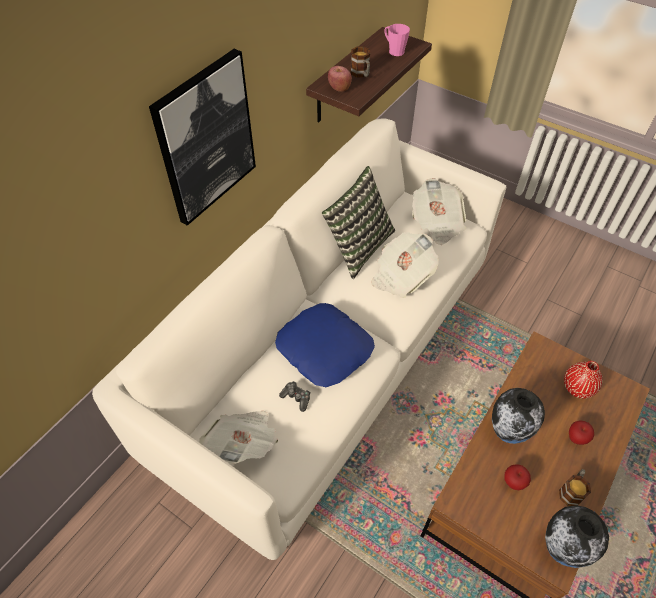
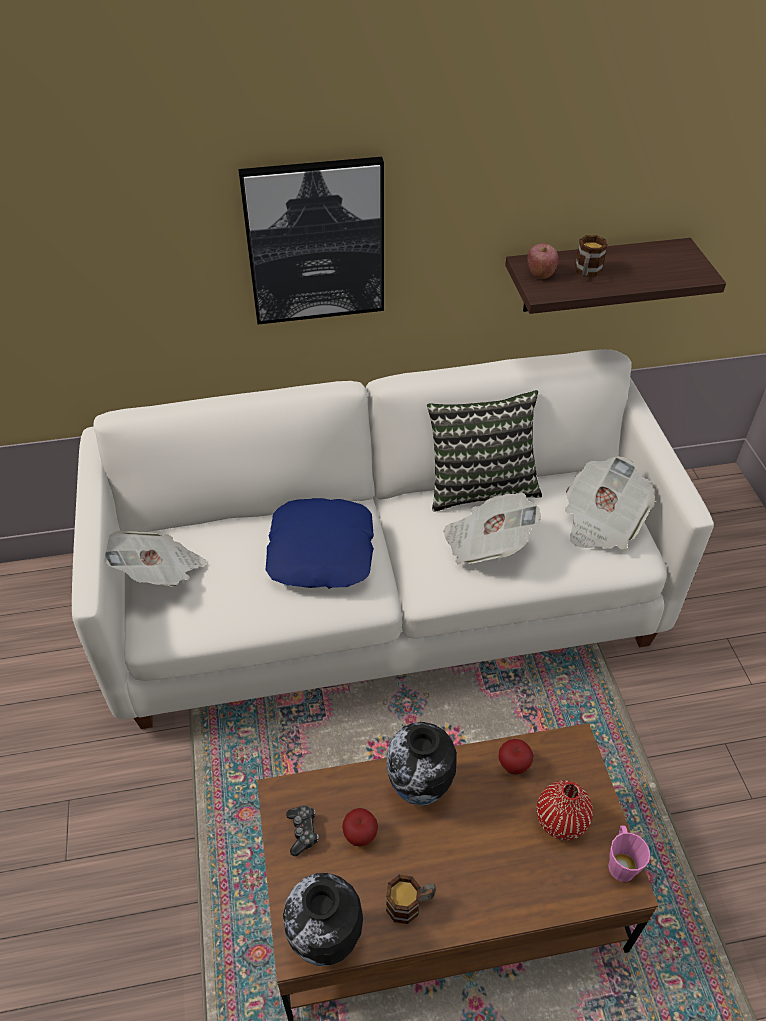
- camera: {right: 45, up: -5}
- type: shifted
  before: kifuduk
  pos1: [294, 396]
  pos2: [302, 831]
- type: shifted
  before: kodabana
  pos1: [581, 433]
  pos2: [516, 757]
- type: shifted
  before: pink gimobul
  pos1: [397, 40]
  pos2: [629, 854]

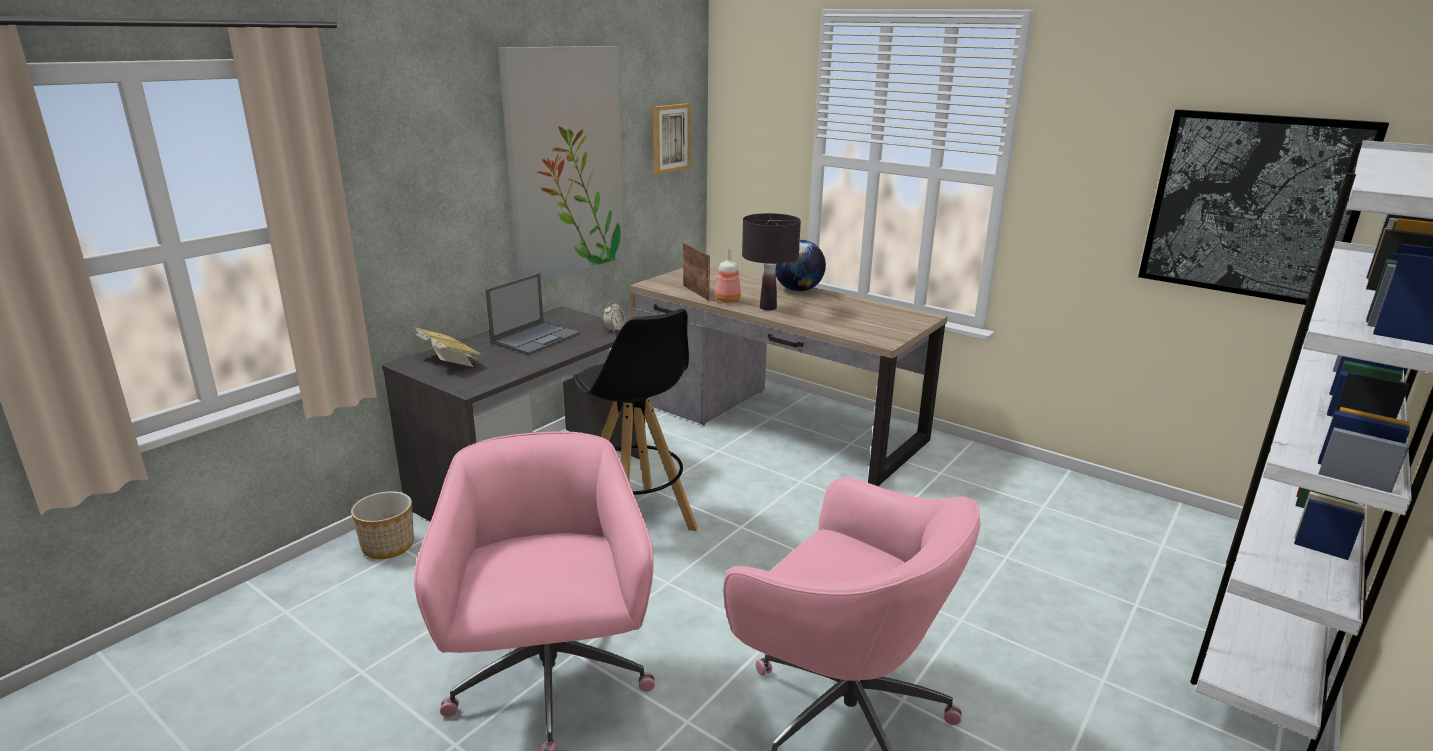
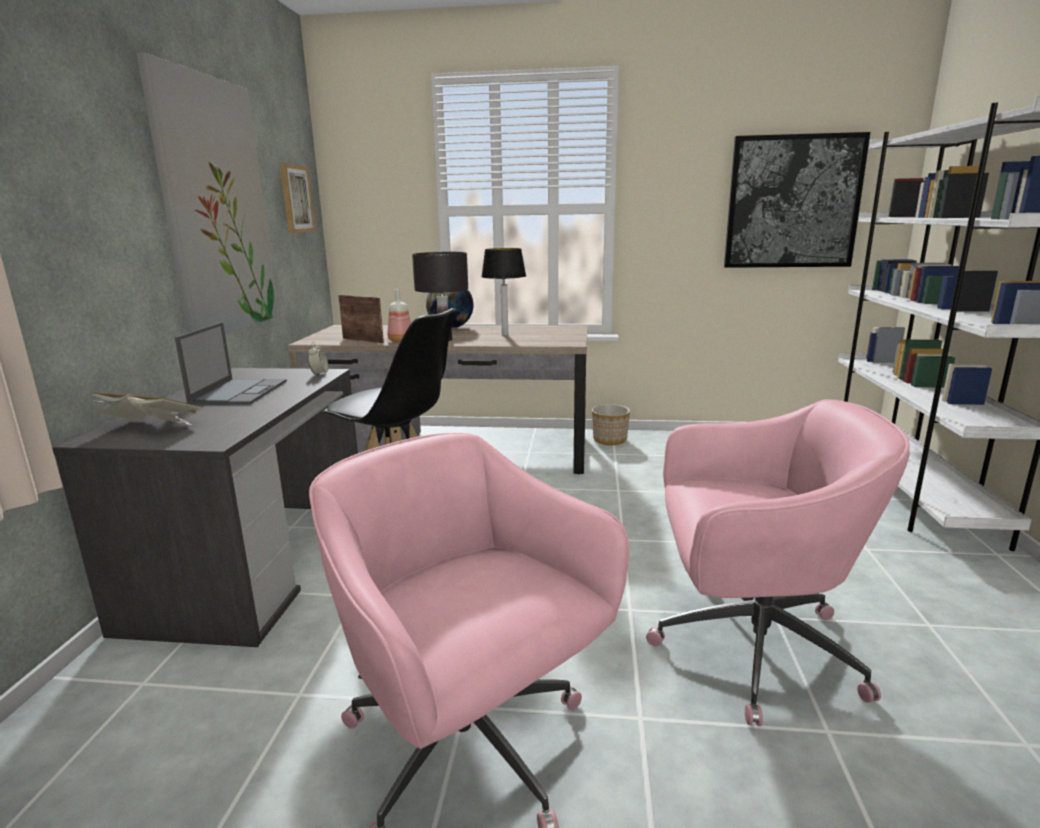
- camera: {right: -30, up: -5}
- type: new
  after: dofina
  pos2: [503, 292]
- type: shifted
  before: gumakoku
  pos1: [382, 525]
  pos2: [611, 424]

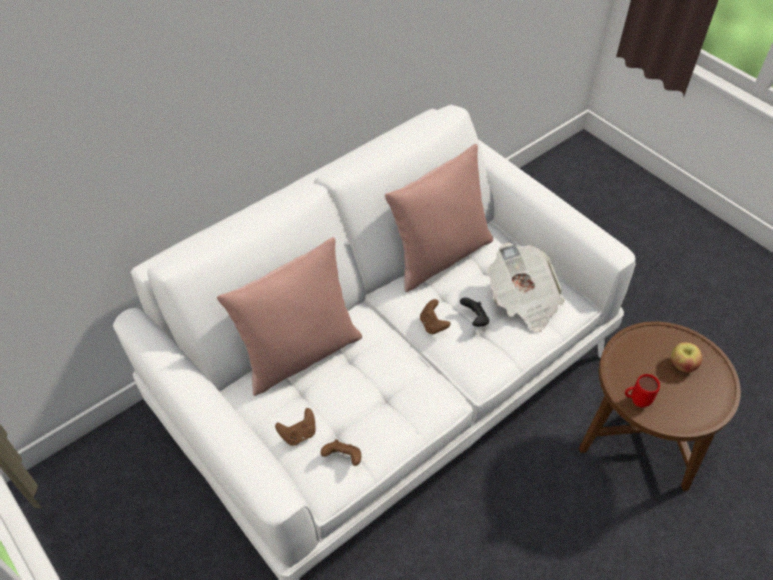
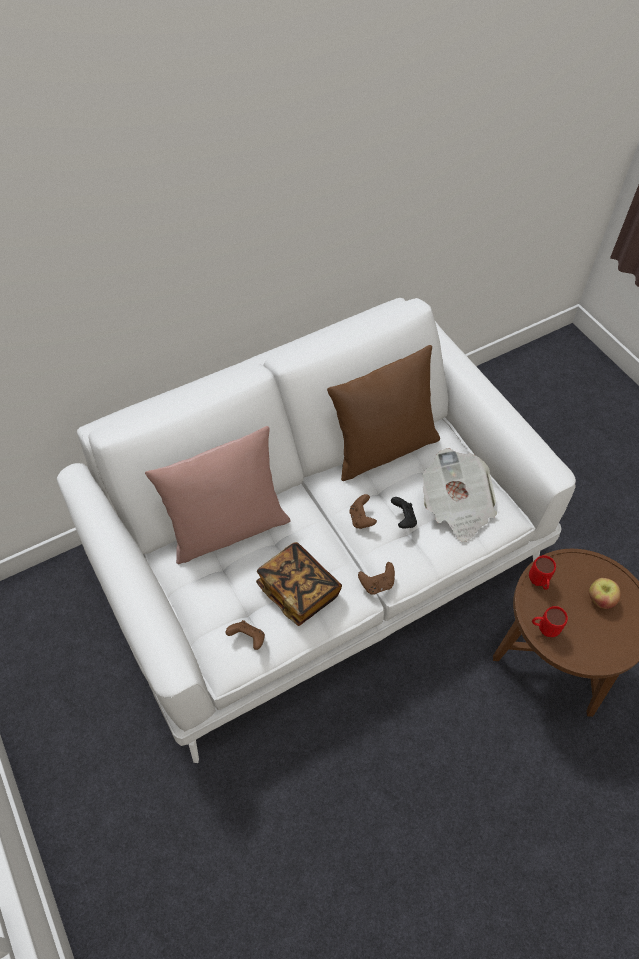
- camera: {right: 10, up: 5}
- type: new
  after: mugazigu
  pos2: [299, 584]
- type: repainted
  before: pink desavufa
  after: brown desavufa
  pos1: [439, 218]
  pos2: [383, 413]
- type: shifted
  before: brown kifuduk
  pos1: [295, 427]
  pos2: [376, 578]
- type: new
  after: red gimobul
  pos2: [542, 572]

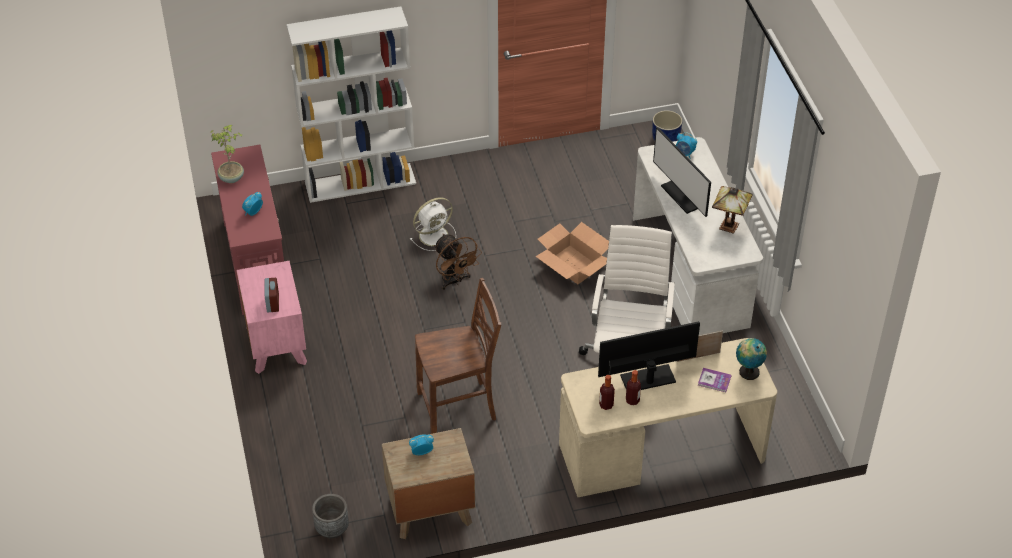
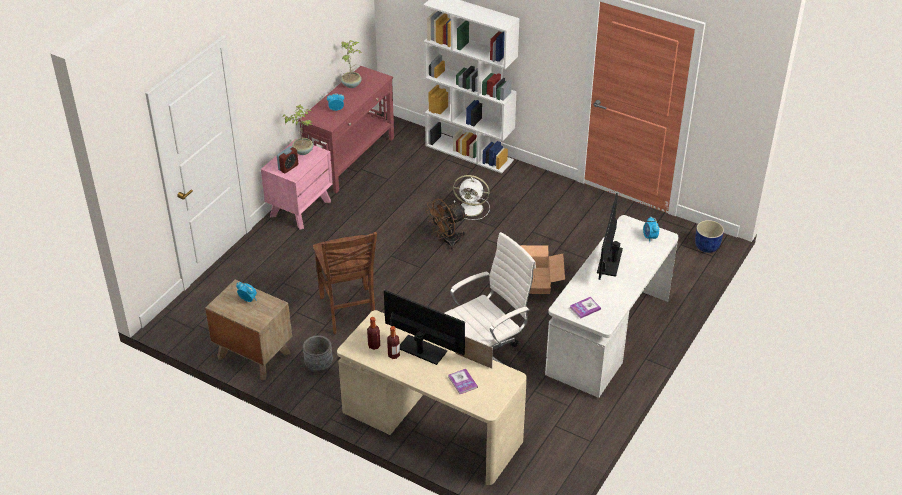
- camera: {right: 45, up: -5}
- type: new
  after: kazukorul
  pos2: [297, 129]
- type: shifted
  before: grey gumakoku
  pos1: [330, 516]
  pos2: [318, 354]
- type: rotated
  before: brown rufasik
  pos1: [458, 356]
  pos2: [345, 283]
  turn: 45
- type: rotated
  before: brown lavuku
  pos1: [458, 262]
  pos2: [446, 224]
  turn: 45
- type: new
  after: mugazigu
  pos2: [585, 308]
- type: gone
  before: dofina
  pos1: [732, 210]
- type: gone
  before: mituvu
  pos1: [751, 359]

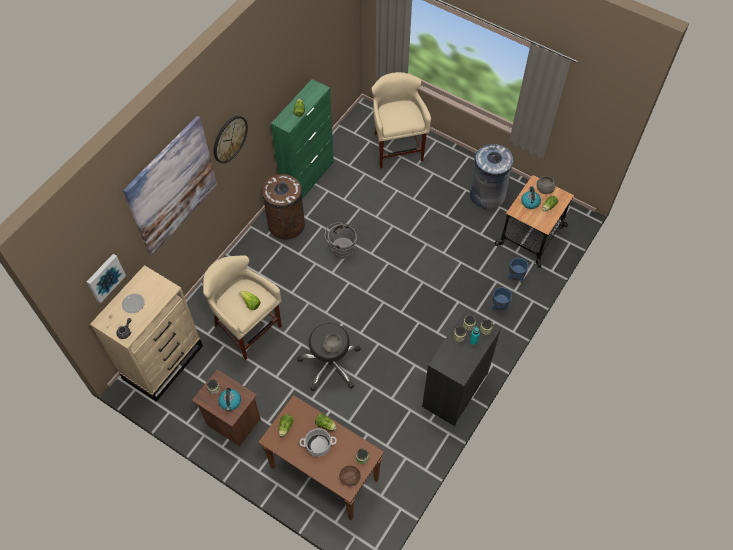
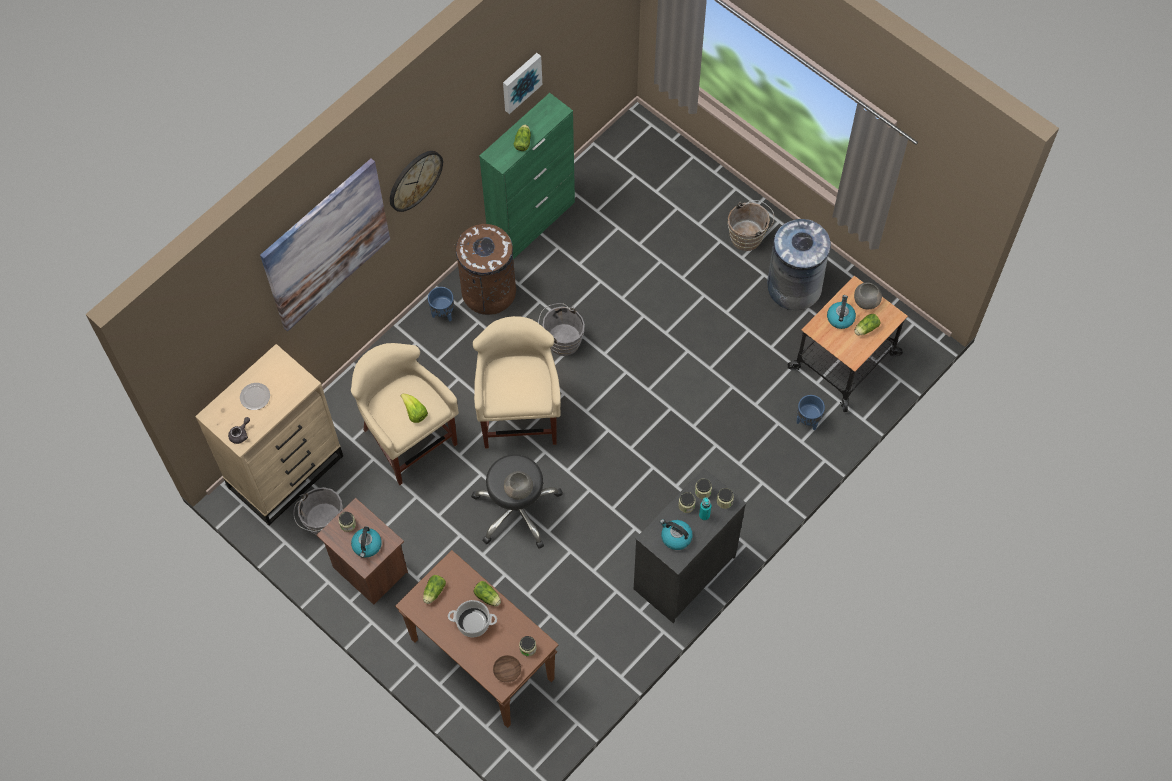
- camera: {right: 10, up: 5}
- type: new
  after: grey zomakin
  pos2: [318, 511]
- type: shifted
  before: blue gumakoku
  pos1: [502, 299]
  pos2: [441, 304]
- type: shifted
  before: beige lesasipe
  pos1: [401, 120]
  pos2: [517, 382]
- type: shifted
  before: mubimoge
  pos1: [106, 278]
  pos2: [522, 83]
- type: new
  after: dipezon
  pos2: [676, 534]
- type: new
  after: brown zomakin
  pos2: [751, 225]

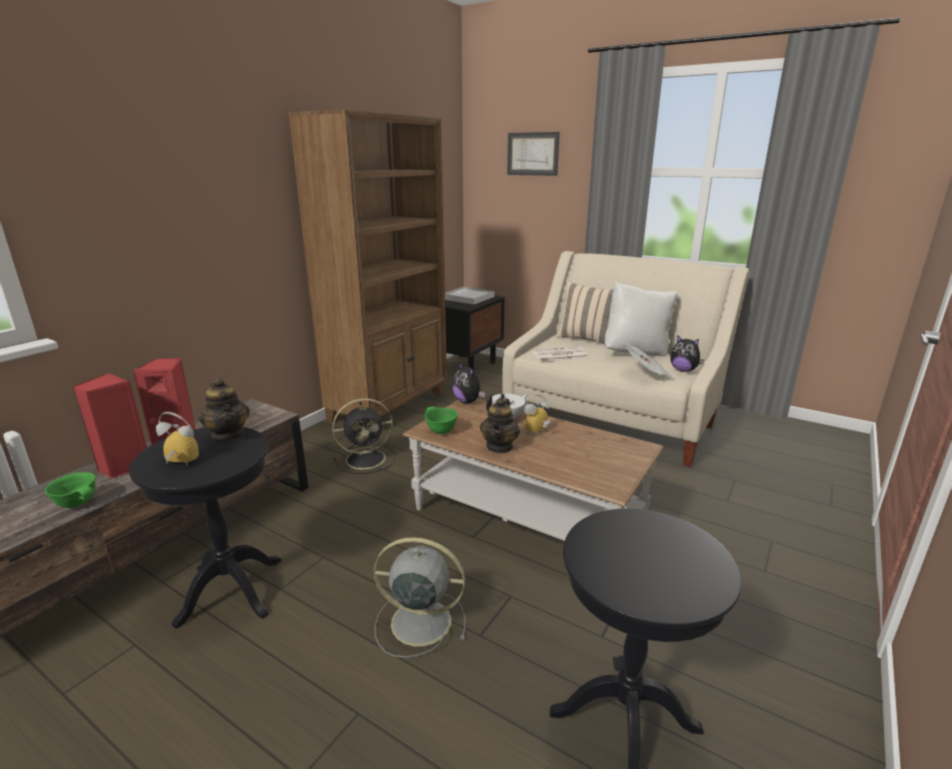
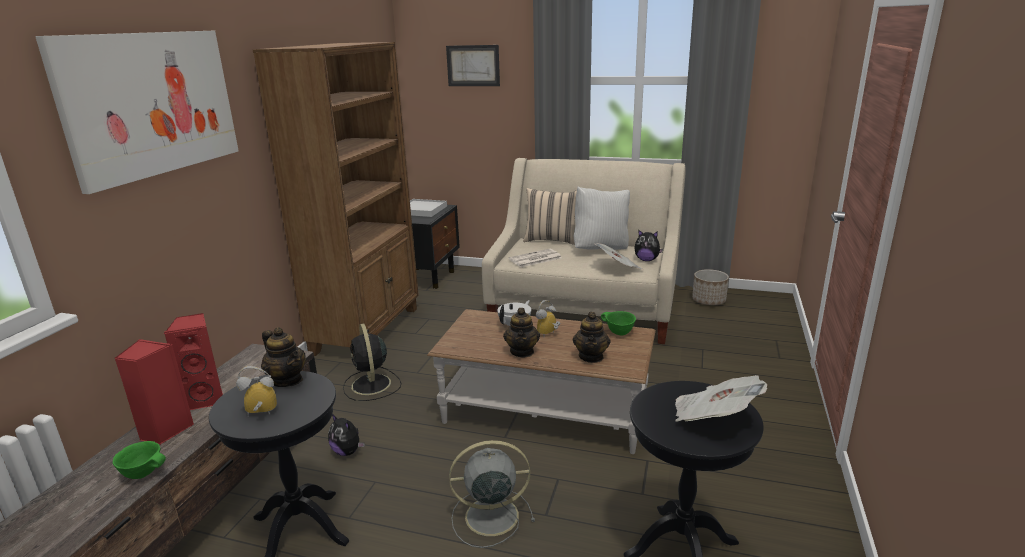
- camera: {right: -15, up: 0}
- type: new
  after: mubimoge
  pos2: [137, 112]
- type: shifted
  before: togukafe
  pos1: [468, 382]
  pos2: [346, 435]
- type: rotated
  before: black lavuku
  pos1: [364, 436]
  pos2: [372, 362]
  turn: 105
- type: new
  after: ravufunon
  pos2: [592, 337]
- type: shifted
  before: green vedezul
  pos1: [441, 420]
  pos2: [618, 323]
- type: new
  after: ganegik
  pos2: [721, 398]
- type: new
  after: gumakoku
  pos2: [710, 287]

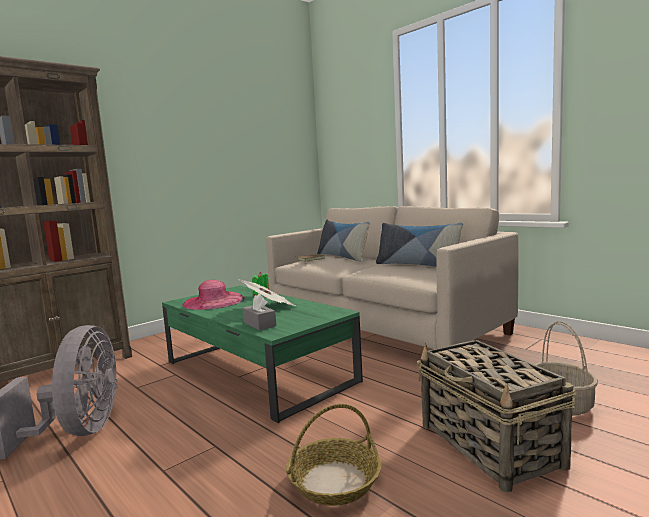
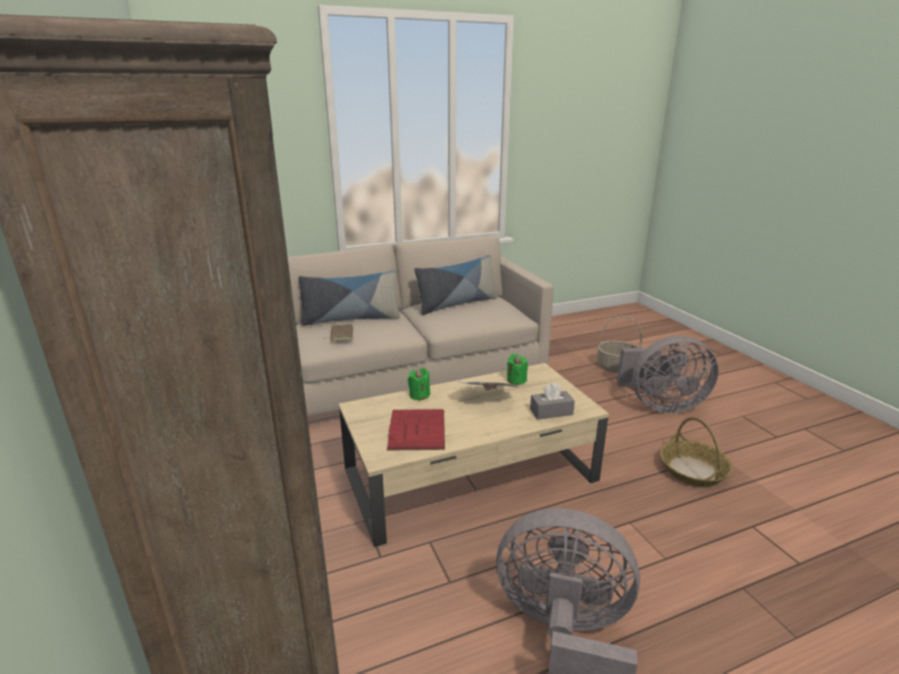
- camera: {right: -70, up: 15}
- type: repainted
  before: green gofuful
  after: beige gofuful
  pos1: [262, 354]
  pos2: [474, 455]
- type: swapped
  before: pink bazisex
  after: red mugazigu
  pos1: [213, 295]
  pos2: [416, 430]
- type: new
  after: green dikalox
  pos2: [517, 369]
- type: swapped
  before: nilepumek
  after: grey lavuku
  pos1: [496, 416]
  pos2: [667, 374]

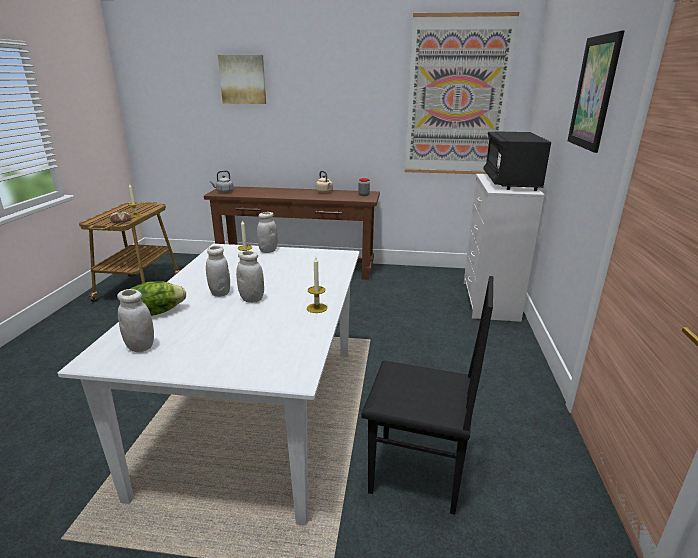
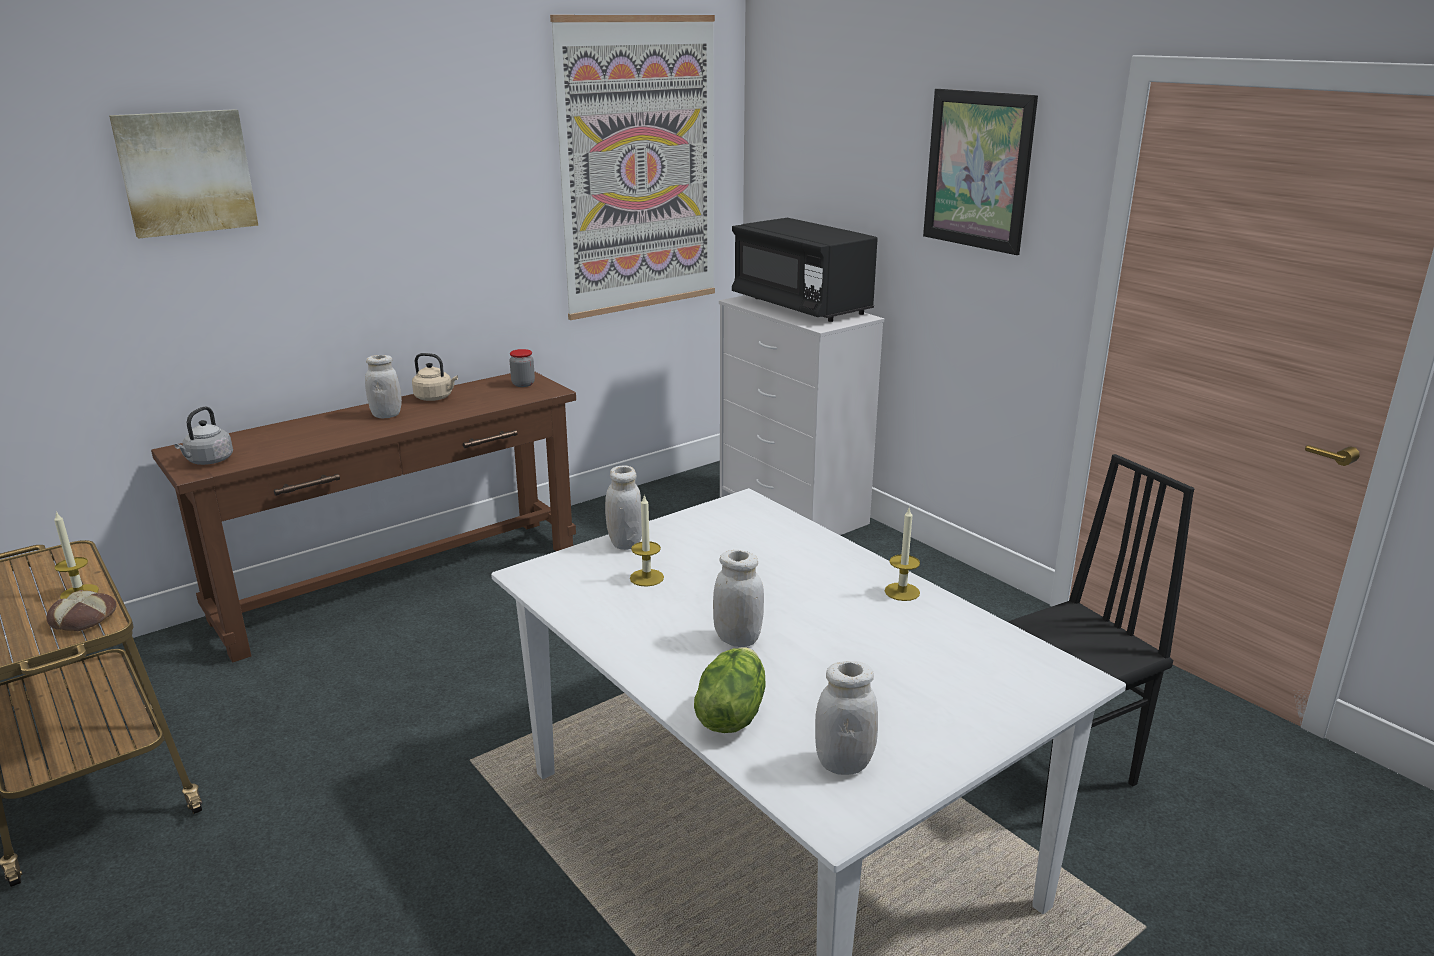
- camera: {right: -45, up: 0}
- type: shifted
  before: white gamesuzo
  pos1: [250, 277]
  pos2: [383, 386]

